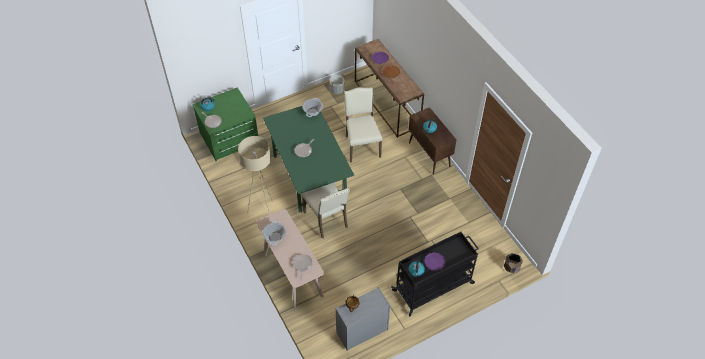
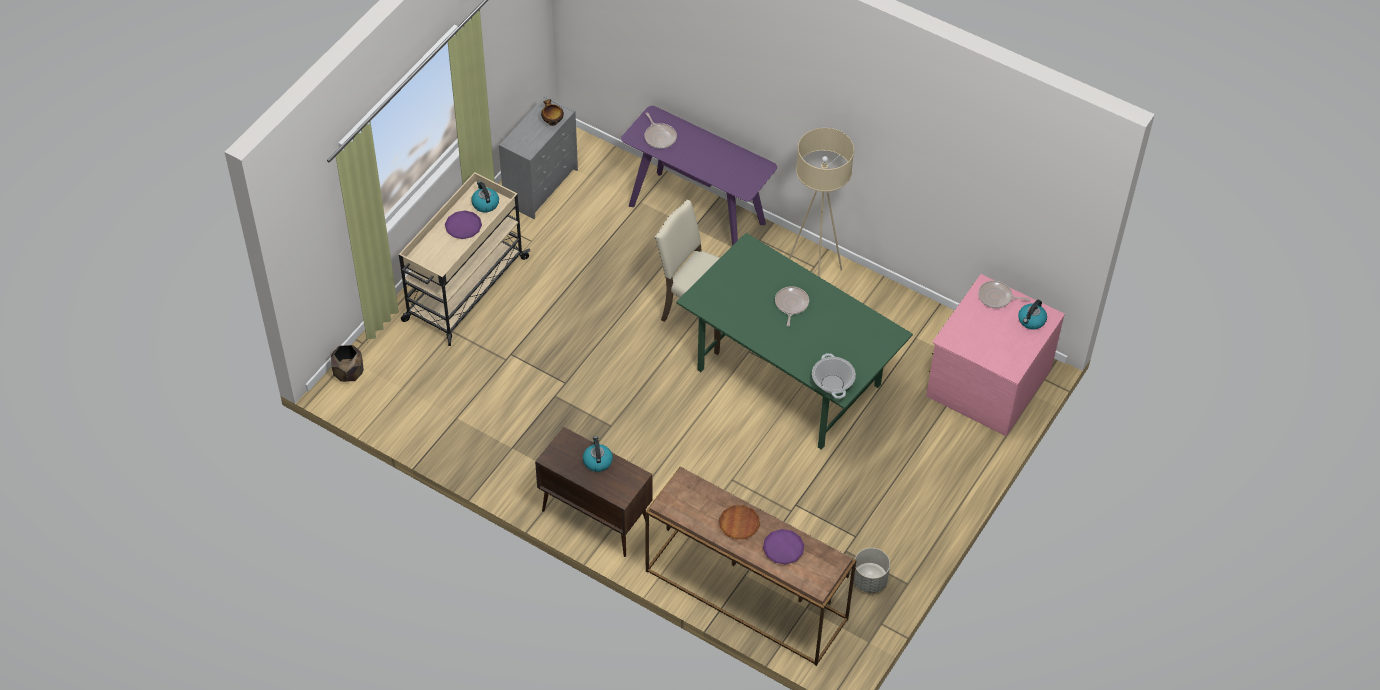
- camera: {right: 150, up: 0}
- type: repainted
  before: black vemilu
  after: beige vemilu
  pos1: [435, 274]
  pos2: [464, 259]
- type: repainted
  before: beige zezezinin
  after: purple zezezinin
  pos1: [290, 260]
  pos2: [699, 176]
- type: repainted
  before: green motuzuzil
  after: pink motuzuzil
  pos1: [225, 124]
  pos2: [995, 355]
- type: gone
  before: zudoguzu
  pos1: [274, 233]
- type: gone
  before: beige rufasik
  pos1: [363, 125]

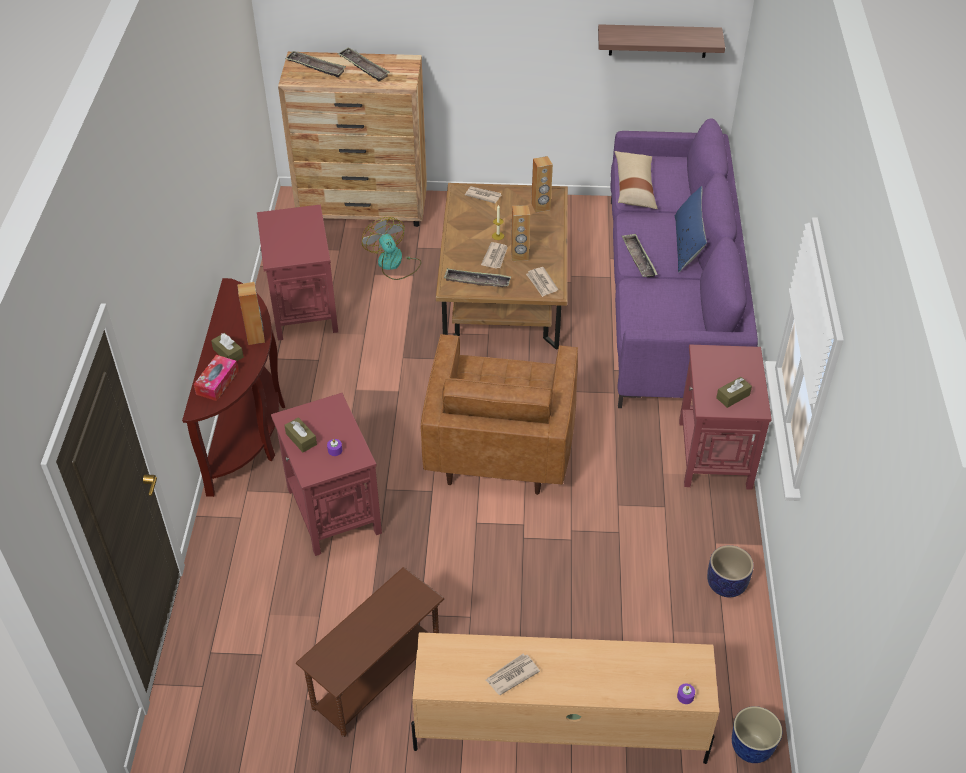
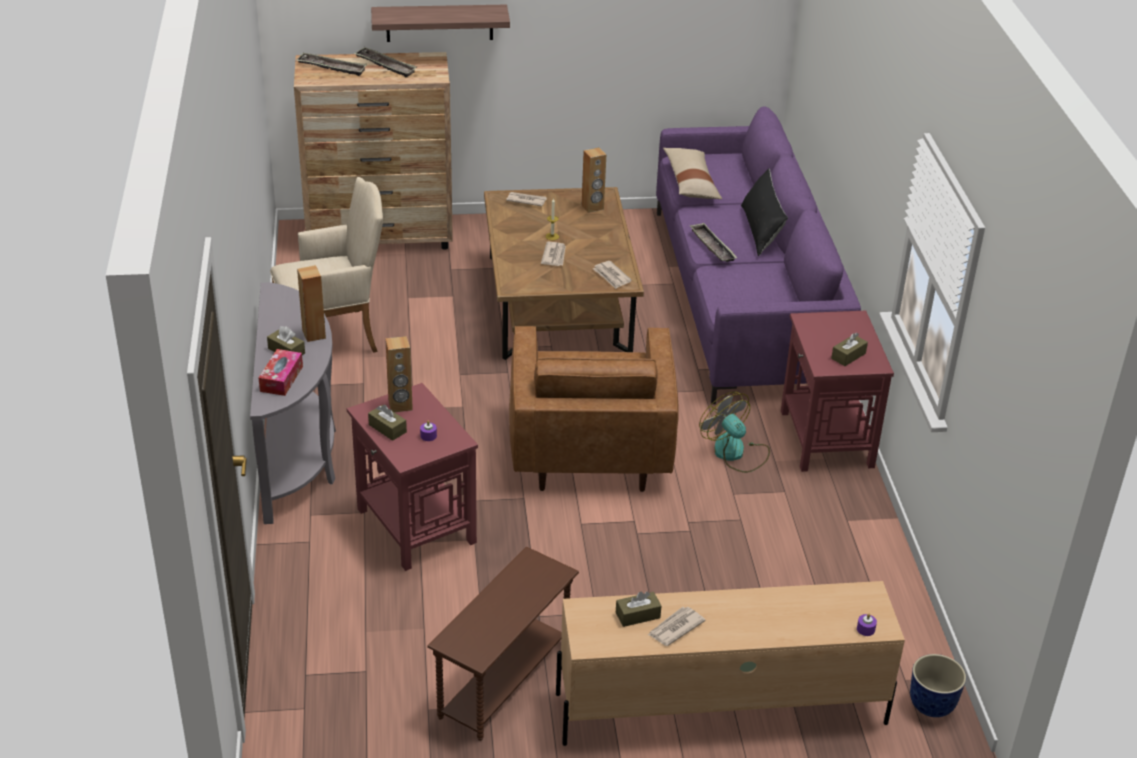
- camera: {right: -10, up: -10}
- type: repainted
  before: brown zezezinin
  after: grey zezezinin
  pos1: [233, 387]
  pos2: [293, 403]
- type: swapped
  before: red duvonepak
  after: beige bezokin
  pos1: [297, 272]
  pos2: [326, 265]
- type: shifted
  before: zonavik
  pos1: [661, 41]
  pos2: [440, 23]
- type: shifted
  before: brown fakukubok
  pos1: [520, 233]
  pos2: [399, 374]
- type: new
  after: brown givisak
  pos2: [638, 609]
- type: shifted
  before: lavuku
  pos1: [392, 248]
  pos2: [734, 432]
- type: repainted
  before: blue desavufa
  after: black desavufa
  pos1: [691, 229]
  pos2: [764, 212]
- type: gone
  before: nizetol
  pos1: [477, 278]
- type: gone
  before: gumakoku
  pos1: [730, 571]

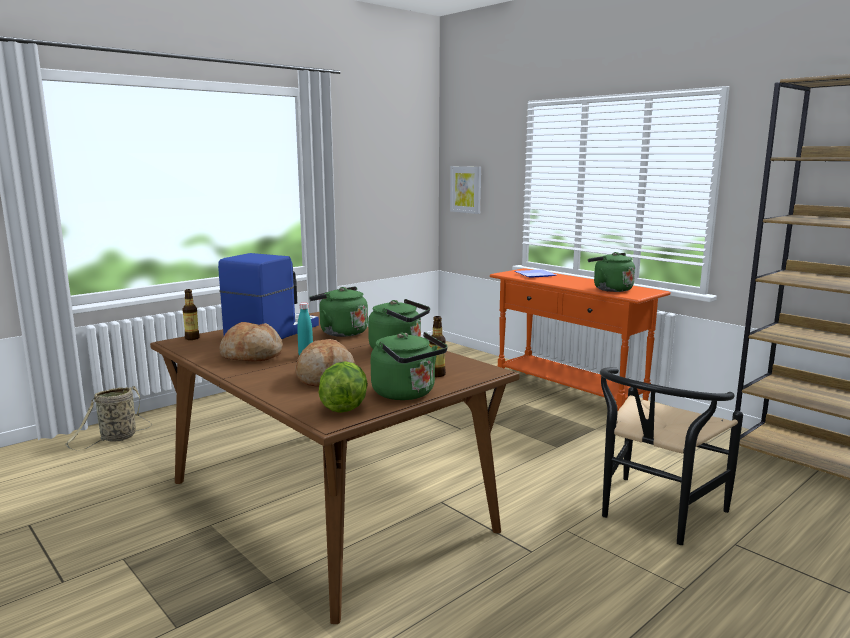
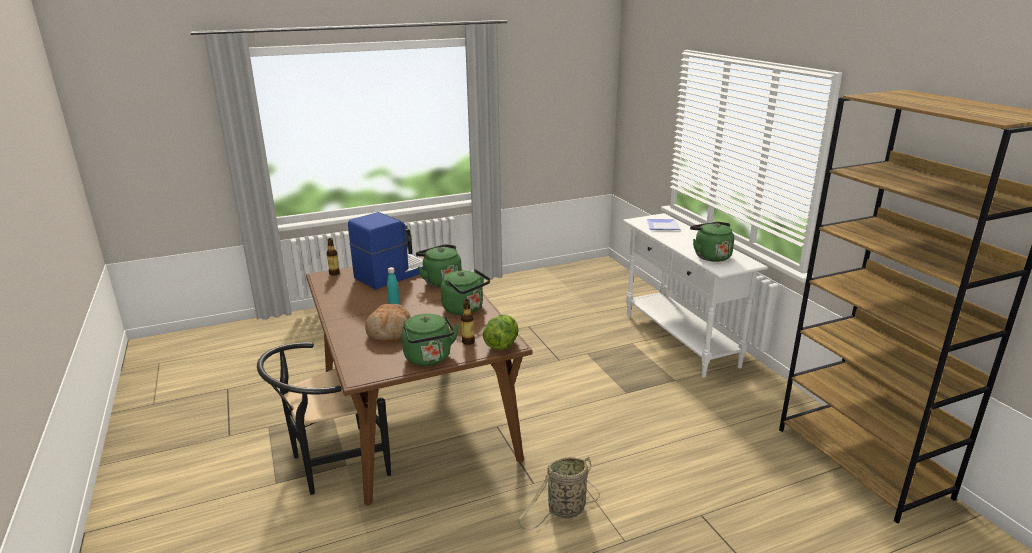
- camera: {right: 20, up: 10}
- type: shifted
  before: black rufasik
  pos1: [671, 456]
  pos2: [324, 418]
- type: shifted
  before: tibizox
  pos1: [343, 387]
  pos2: [501, 332]
- type: shifted
  before: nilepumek
  pos1: [108, 418]
  pos2: [558, 493]
- type: repainted
  before: orange zezezinin
  after: white zezezinin
  pos1: [580, 339]
  pos2: [695, 295]
- type: gone
  before: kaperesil
  pos1: [251, 341]
- type: gone
  before: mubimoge
  pos1: [465, 190]

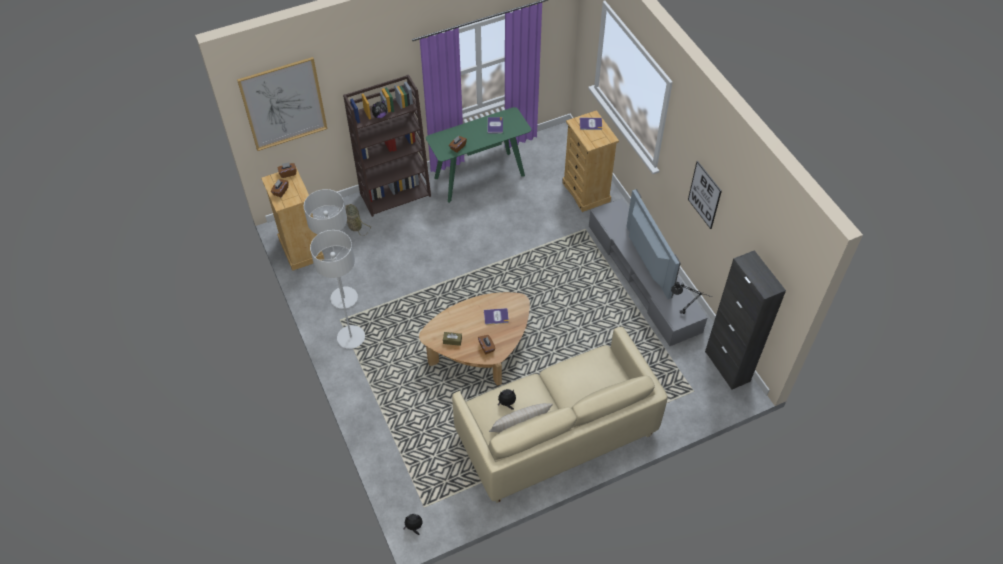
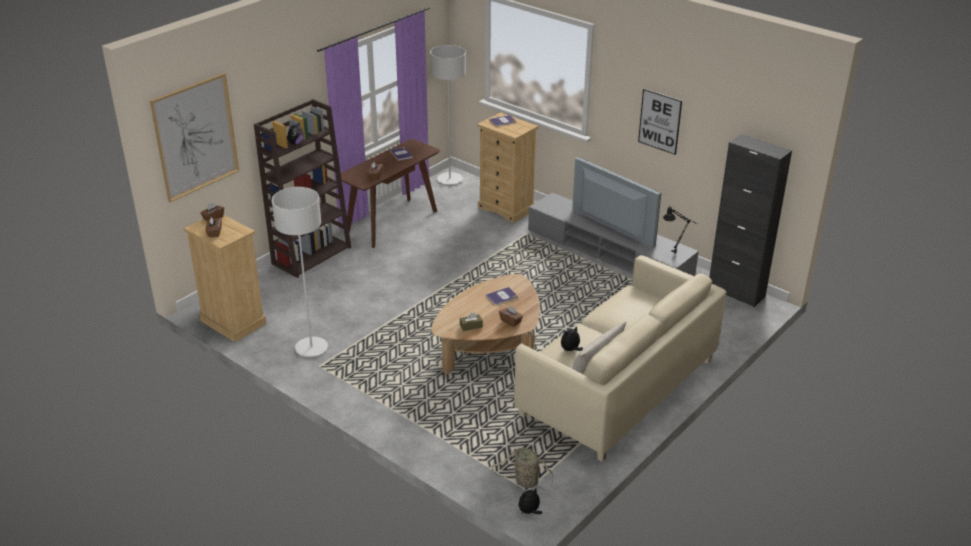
- camera: {right: -25, up: -20}
- type: repainted
  before: green zezezinin
  after: brown zezezinin
  pos1: [478, 155]
  pos2: [390, 193]
- type: shifted
  before: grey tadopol
  pos1: [337, 289]
  pos2: [448, 115]
- type: shifted
  before: nilepumek
  pos1: [358, 220]
  pos2: [522, 469]

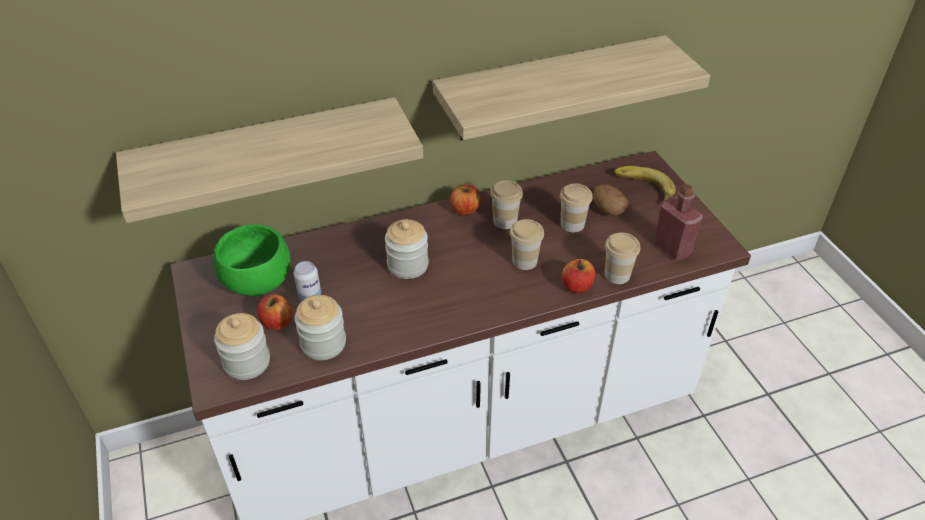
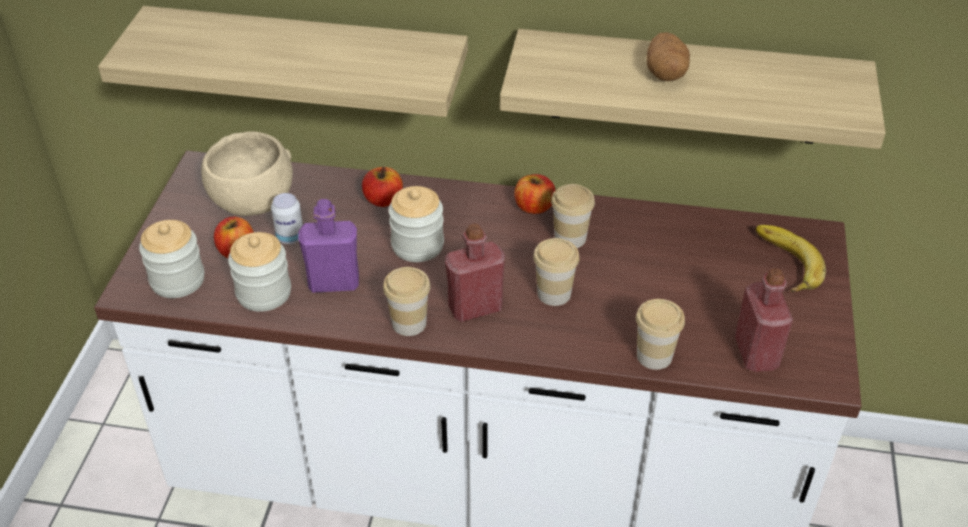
- camera: {right: 30, up: 0}
- type: repainted
  before: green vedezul
  after: beige vedezul
  pos1: [252, 260]
  pos2: [247, 173]
- type: new
  after: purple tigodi
  pos2: [328, 246]
- type: shifted
  before: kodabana
  pos1: [578, 276]
  pos2: [382, 187]
- type: shifted
  before: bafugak
  pos1: [576, 207]
  pos2: [407, 301]
- type: new
  after: red tigodi
  pos2: [475, 272]
- type: shifted
  before: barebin
  pos1: [611, 200]
  pos2: [668, 56]

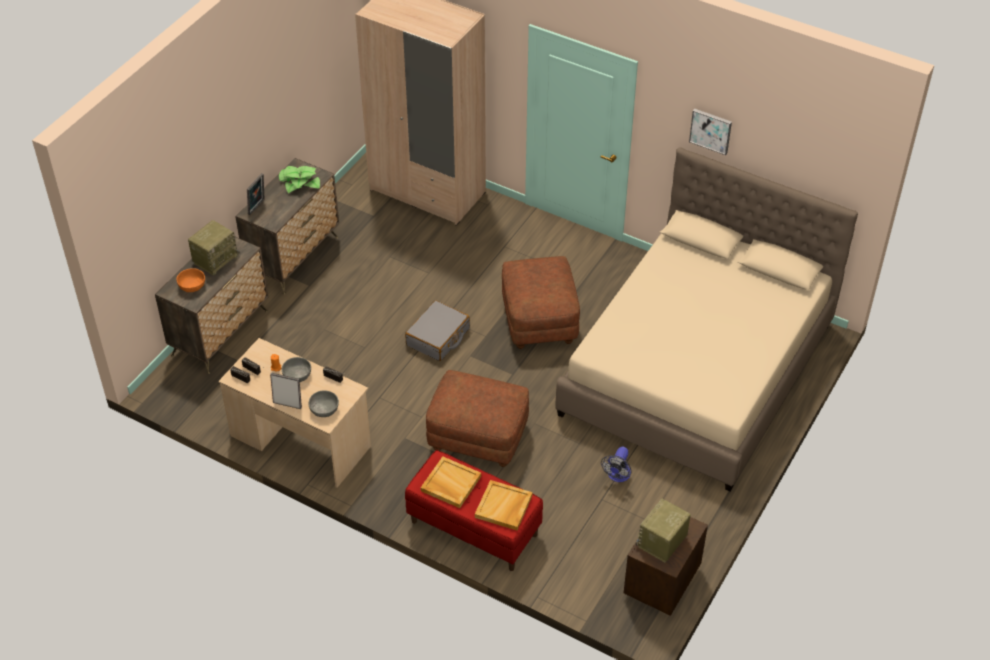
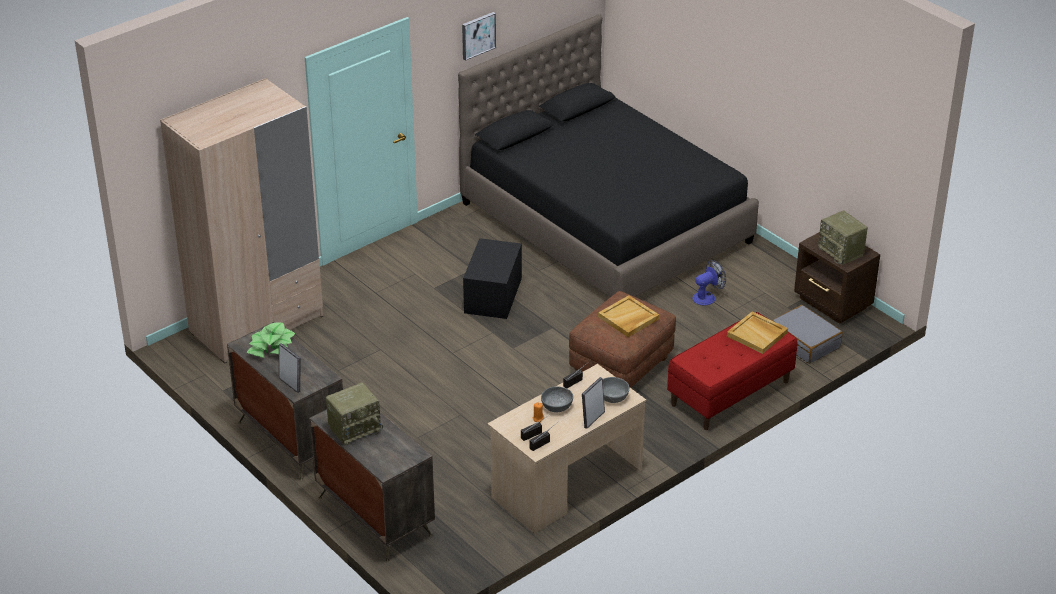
- camera: {right: -70, up: -10}
- type: rotated
  before: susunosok
  pos1: [213, 247]
  pos2: [354, 414]
  turn: 90
- type: repainted
  before: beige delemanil
  after: black delemanil
  pos1: [706, 319]
  pos2: [608, 155]
- type: swapped
  before: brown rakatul
  after: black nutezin
  pos1: [541, 302]
  pos2: [492, 278]
- type: shifted
  before: beige nizetol
  pos1: [451, 482]
  pos2: [628, 316]
- type: rotated
  before: lavuku
  pos1: [616, 464]
  pos2: [709, 282]
  turn: -75
- type: shifted
  before: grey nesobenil
  pos1: [437, 330]
  pos2: [807, 334]
- type: gone
  before: orange vedezul
  pos1: [190, 280]

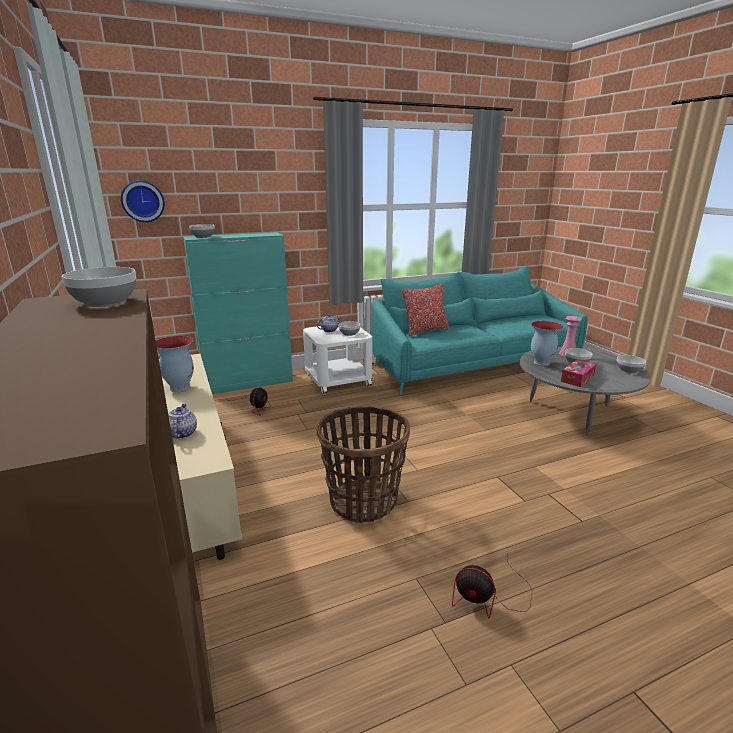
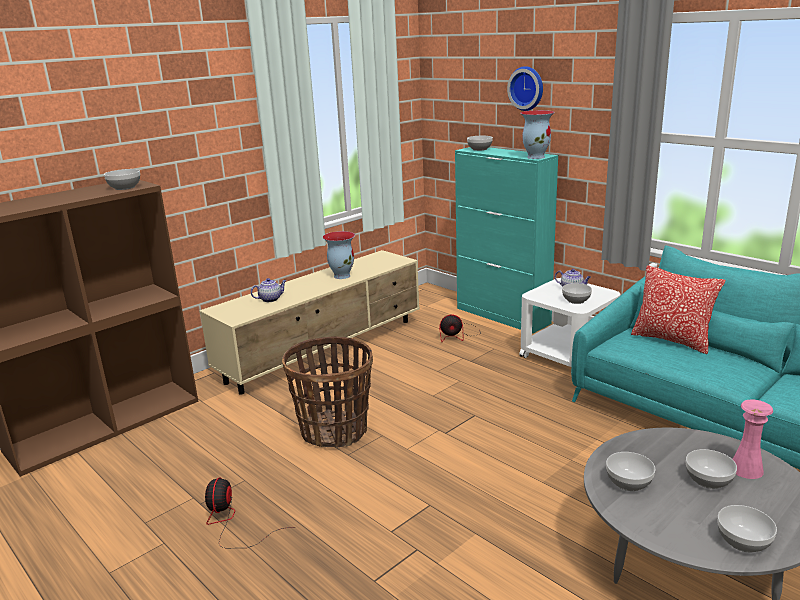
- camera: {right: 70, up: 0}
- type: shifted
  before: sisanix
  pos1: [143, 201]
  pos2: [525, 88]
- type: shifted
  before: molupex
  pos1: [547, 343]
  pos2: [537, 134]
- type: swapped
  before: givisak
  after: vedezul
  pos1: [578, 373]
  pos2: [630, 471]

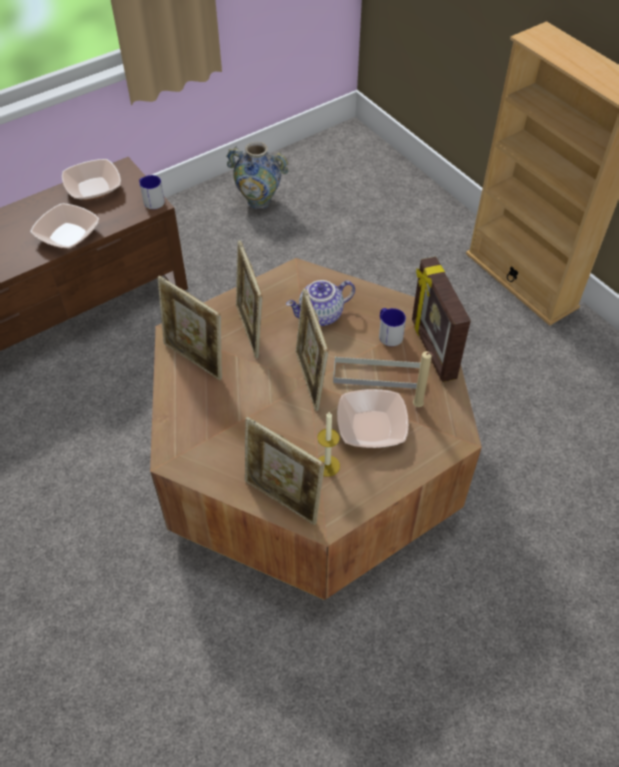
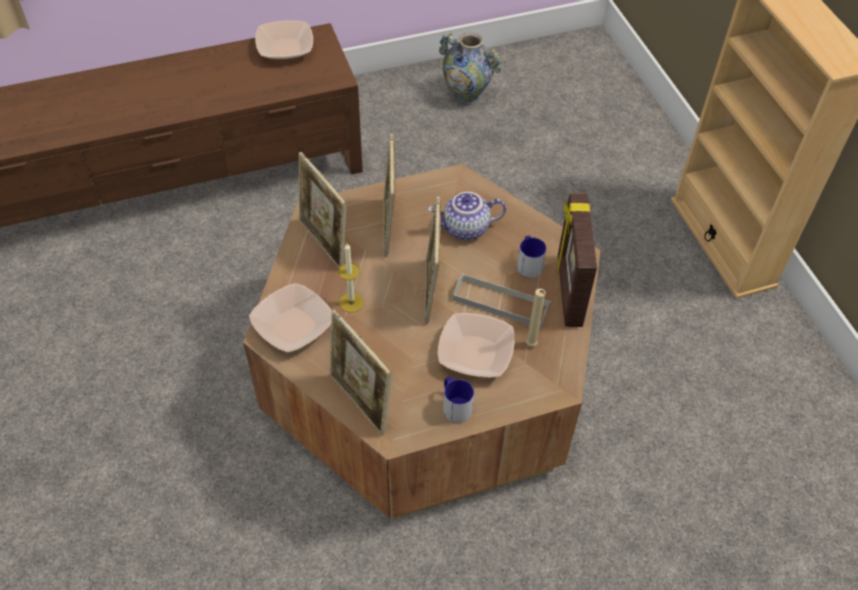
- camera: {right: 15, up: 0}
- type: shifted
  before: vedezul
  pos1: [64, 225]
  pos2: [290, 317]
- type: shifted
  before: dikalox
  pos1: [329, 444]
  pos2: [351, 278]
- type: shifted
  before: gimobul
  pos1: [152, 192]
  pos2: [458, 400]

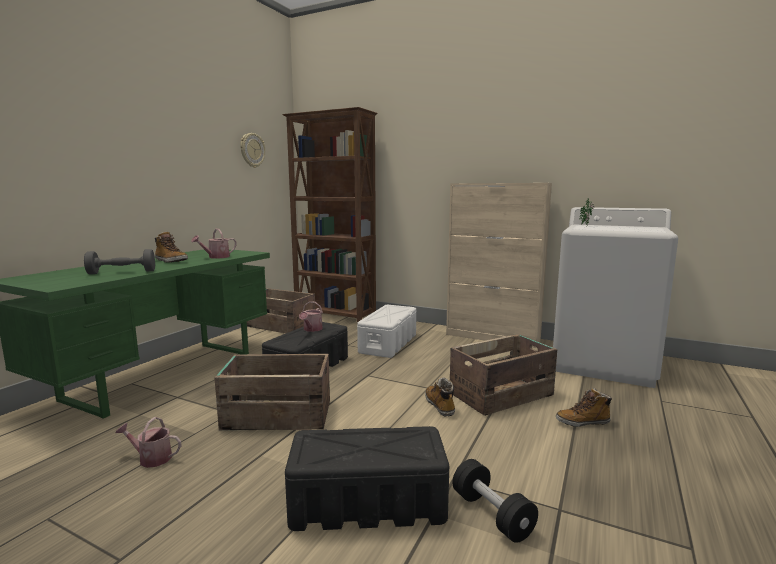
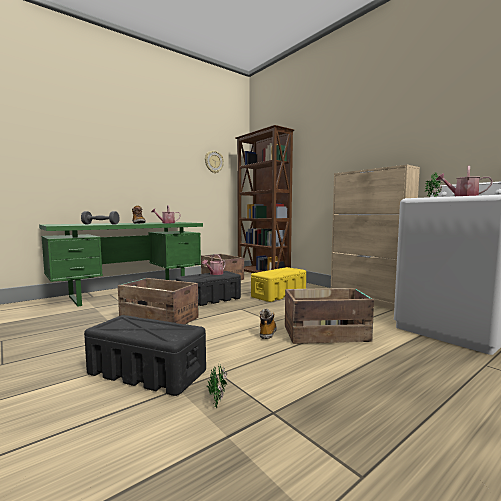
- camera: {right: 25, up: -5}
- type: swapped
  before: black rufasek
  after: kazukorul
  pos1: [495, 501]
  pos2: [217, 387]
- type: repainted
  before: white nutezin
  after: yellow nutezin
  pos1: [386, 331]
  pos2: [278, 284]
- type: shifted
  before: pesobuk
  pos1: [148, 442]
  pos2: [464, 181]
- type: gone
  before: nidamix
  pos1: [584, 407]

